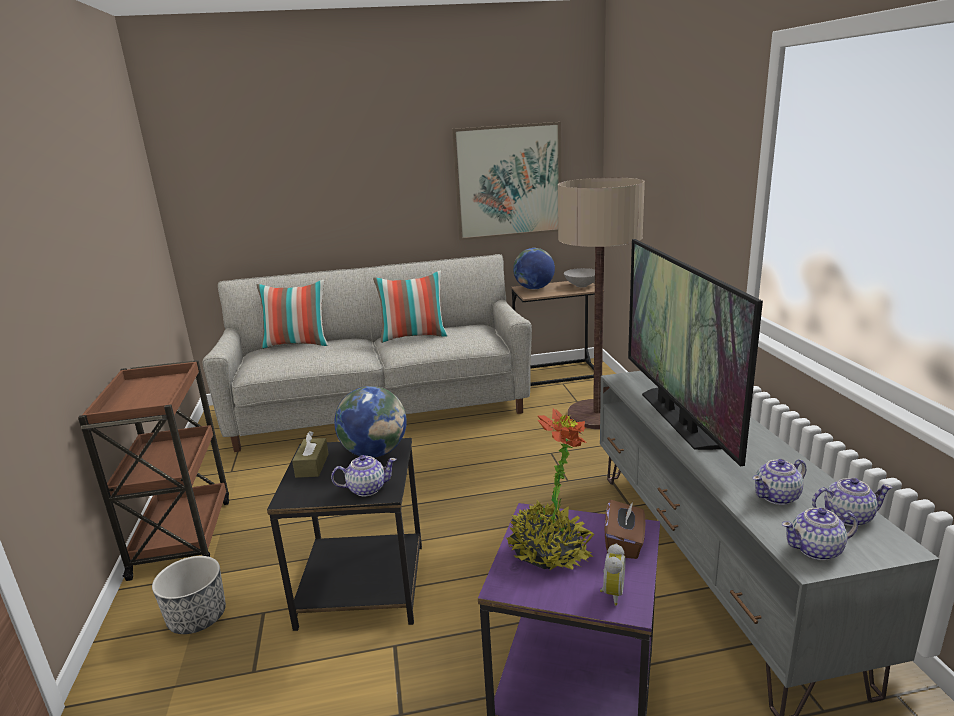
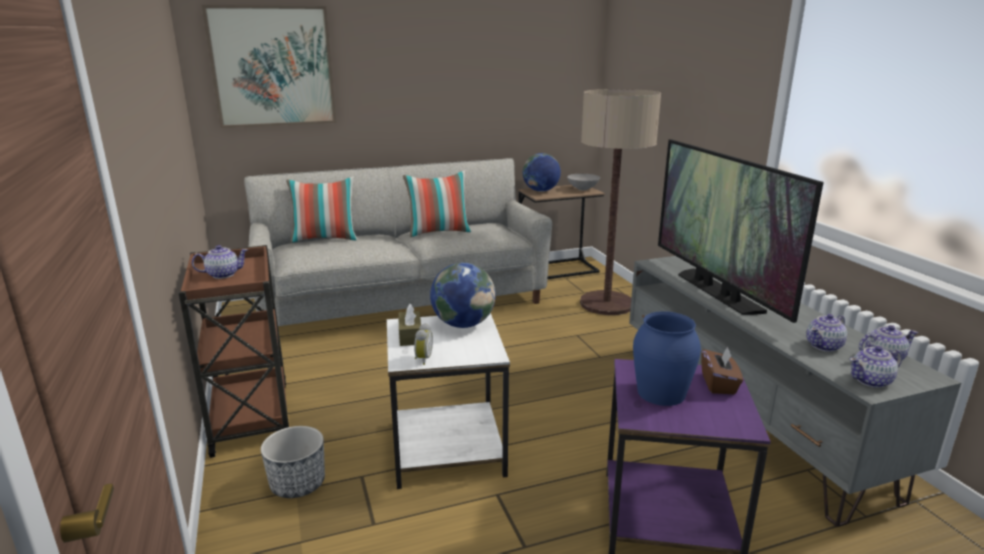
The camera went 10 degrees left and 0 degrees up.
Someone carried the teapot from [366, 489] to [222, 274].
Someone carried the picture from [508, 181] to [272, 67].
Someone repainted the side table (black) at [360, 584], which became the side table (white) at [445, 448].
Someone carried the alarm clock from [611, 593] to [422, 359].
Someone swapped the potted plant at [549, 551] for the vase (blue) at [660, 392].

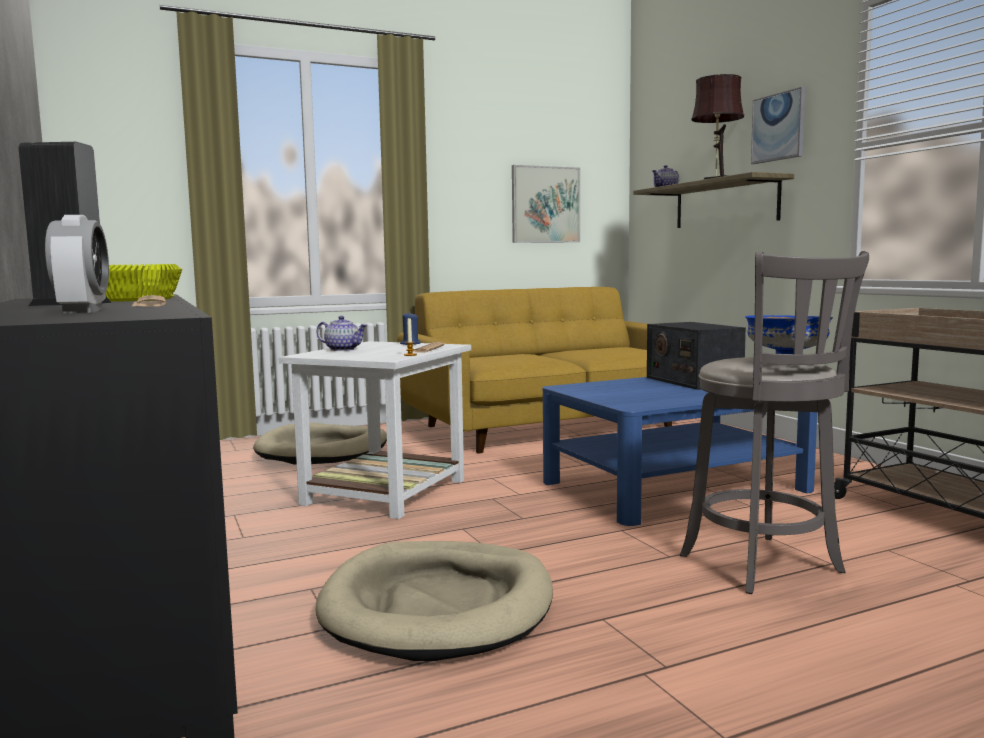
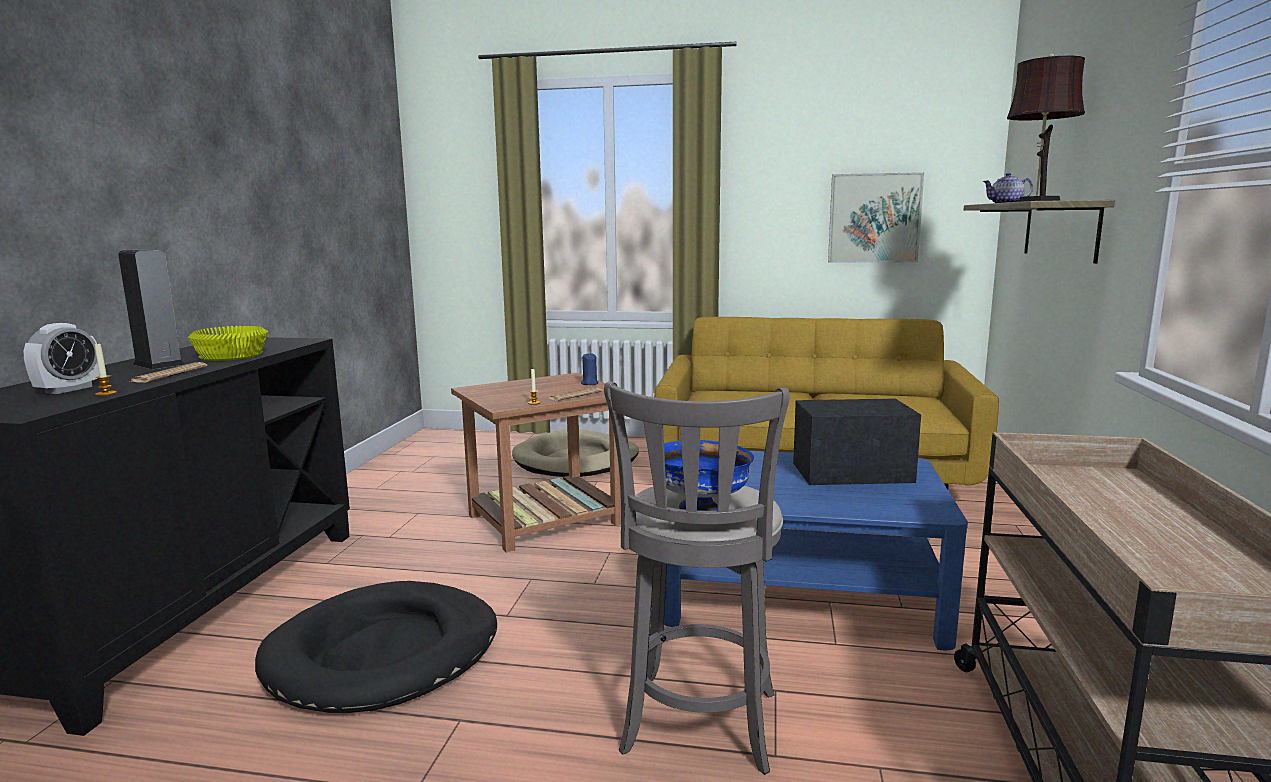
The camera went 35 degrees right and 5 degrees up.
Someone put down the candle at [106, 394].
Someone repainted the dog bed (beige) at [438, 606], which became the dog bed (black) at [384, 653].
Someone repainted the side table (white) at [386, 491], which became the side table (brown) at [546, 519].
Someone rotated the radio at [692, 381] by 75 degrees clockwise.
Someone took away the teapot at [343, 349].
Someone took away the picture at [778, 127].

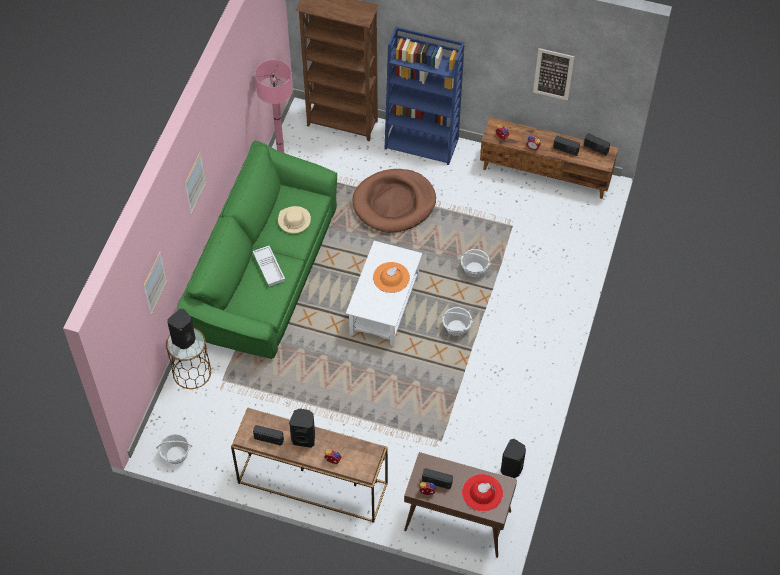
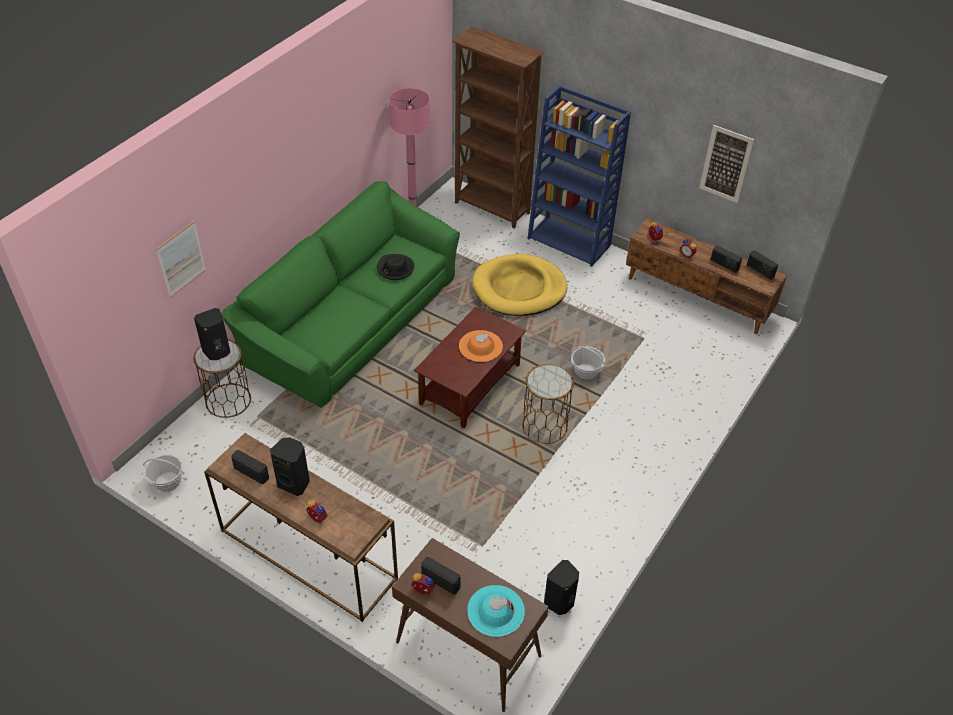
The camera went 15 degrees right and 10 degrees down.
Someone repainted the hat (beige) at [294, 221], which became the hat (black) at [395, 269].
Someone repainted the coffee table (white) at [384, 305], which became the coffee table (brown) at [470, 384].
Someone repainted the hat (red) at [482, 492], which became the hat (turquoise) at [495, 611].
Someone repainted the dog bed (brown) at [394, 203], which became the dog bed (yellow) at [519, 288].
Someone swapped the basket at [456, 328] for the side table (brown) at [545, 426].
Someone took away the picture at [195, 183].
Someone took away the tray (white) at [269, 268].

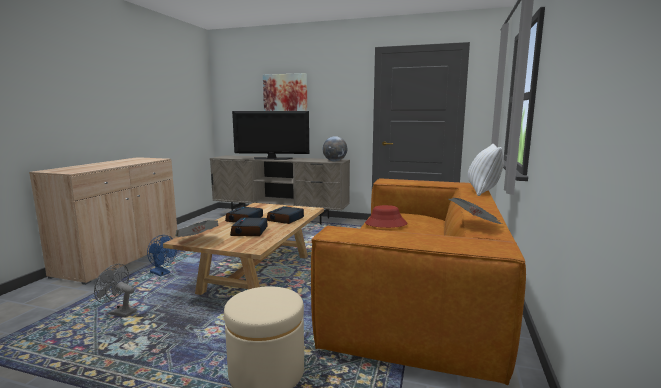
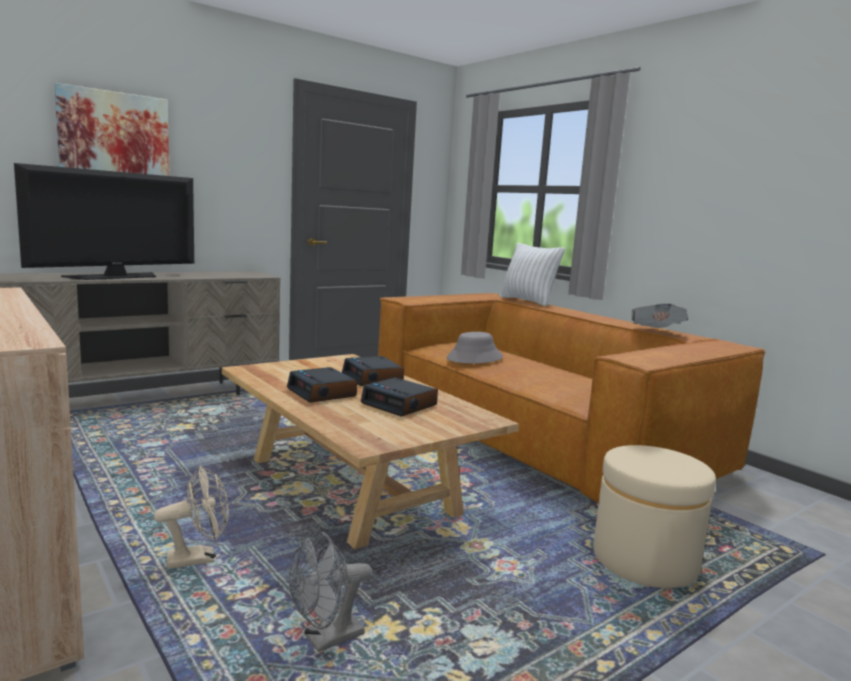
The camera went 55 degrees left and 0 degrees up.
Someone repainted the fan (blue) at [162, 273], which became the fan (beige) at [199, 558].
Someone repainted the hat (red) at [385, 224], which became the hat (grey) at [474, 358].
Someone took away the newspaper at [197, 240].
Someone took away the globe at [334, 161].

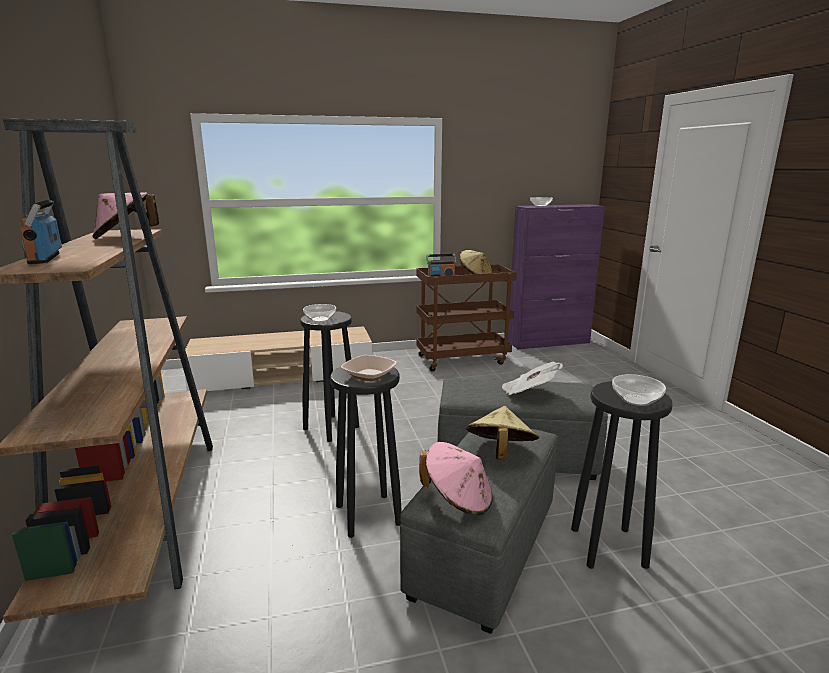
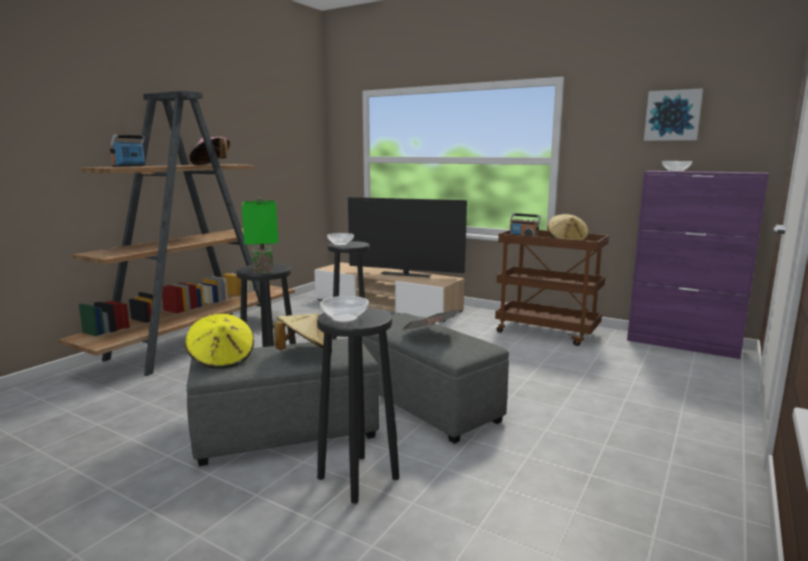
The camera went 45 degrees right and 5 degrees down.
Someone repainted the hat (pink) at [458, 499], which became the hat (yellow) at [222, 359].
Someone swapped the bowl at [369, 375] for the table lamp (green) at [261, 269].
Someone put down the television at [405, 274].
Someone put up the picture at [672, 115].

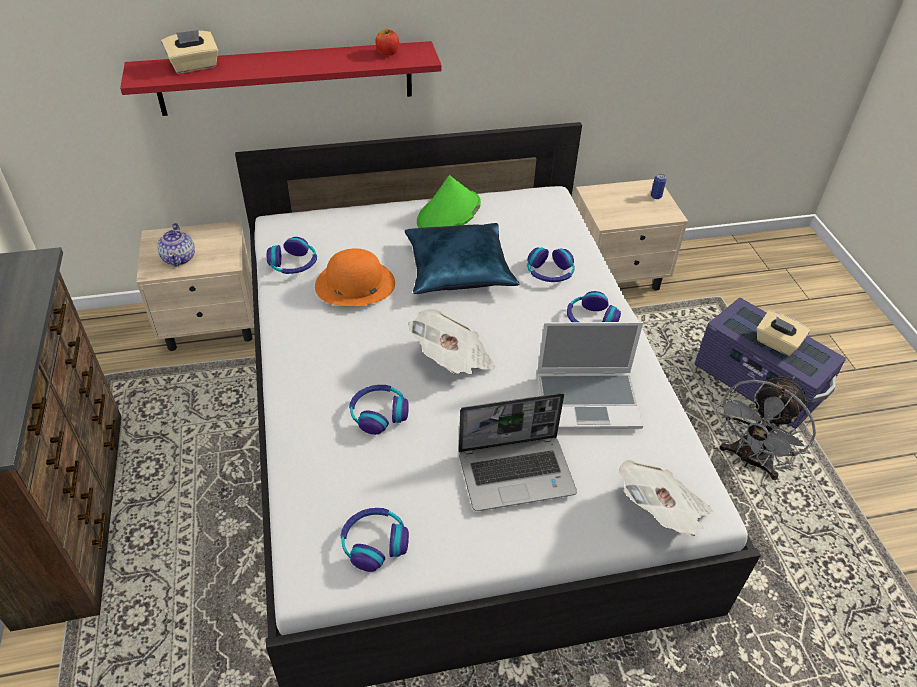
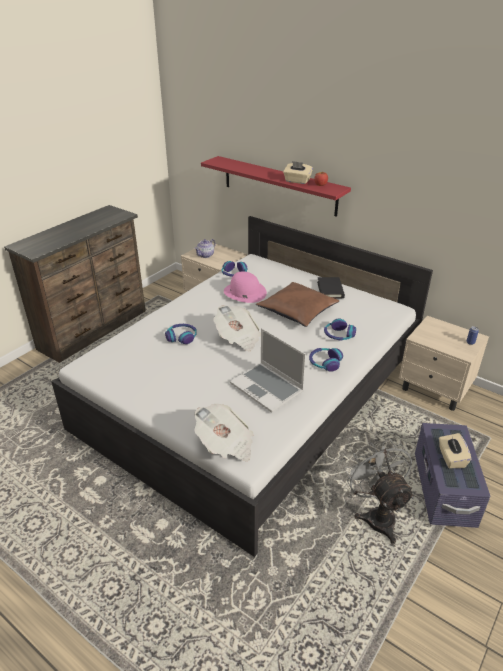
The camera went 50 degrees right and 10 degrees down.
Someone repainted the hat (orange) at [354, 284], which became the hat (pink) at [244, 292].
Someone repainted the pillow (blue) at [459, 269], which became the pillow (brown) at [298, 311].
Someone carried the tissue box (beige) from [194, 66] to [297, 181].
Someone swapped the hat (green) at [448, 214] for the book (black) at [330, 290].
Someone rotated the fan (grey) at [749, 460] by 75 degrees clockwise.
Someone took away the headphones at [374, 543].
Someone took away the laptop at [517, 473].

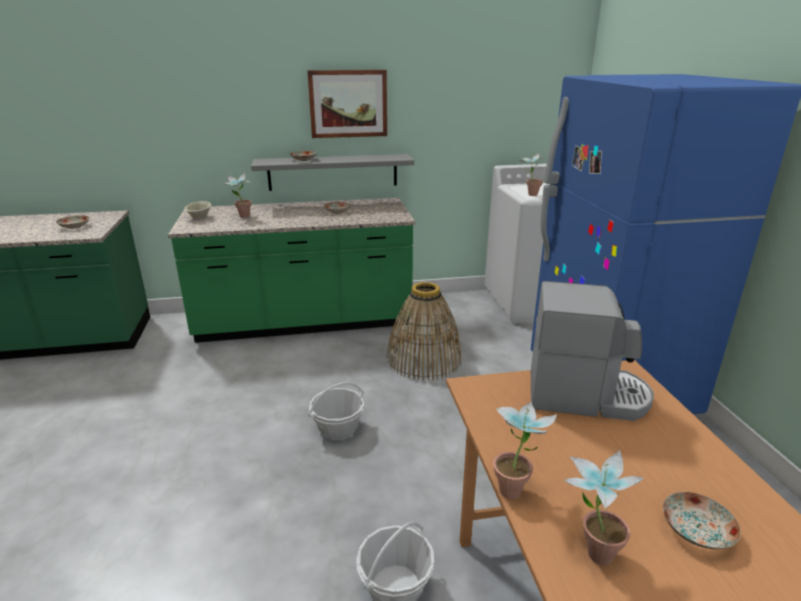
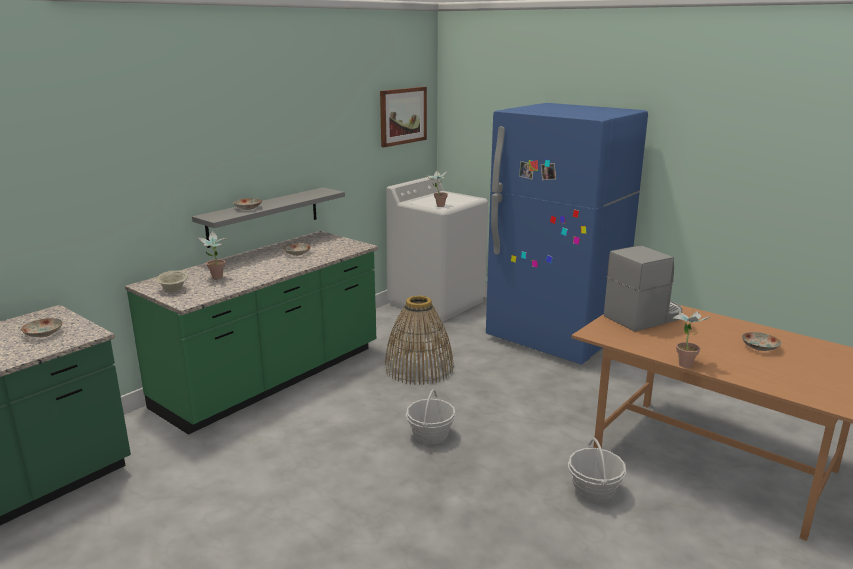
The camera went 40 degrees left and 5 degrees down.
Someone carried the picture from [348, 104] to [403, 116].
Someone took away the potted plant at [590, 550].

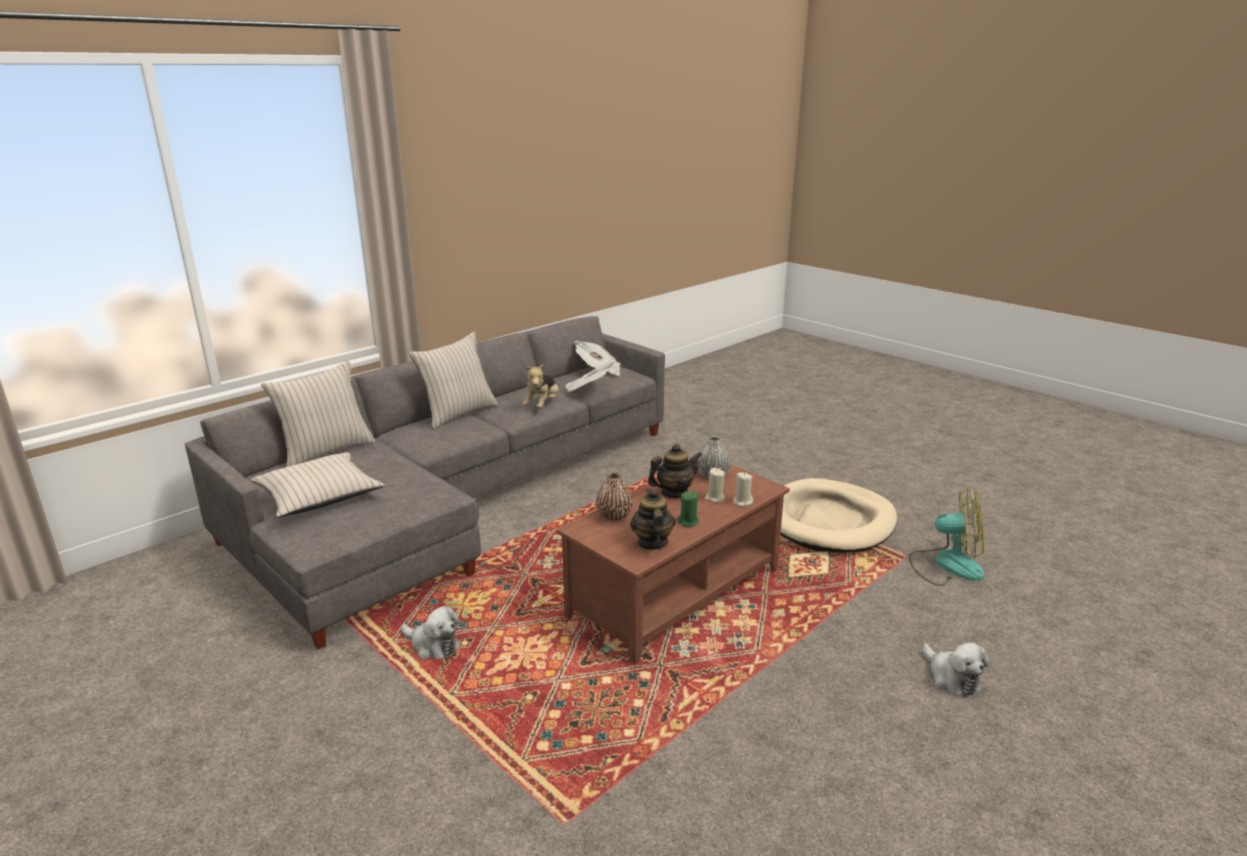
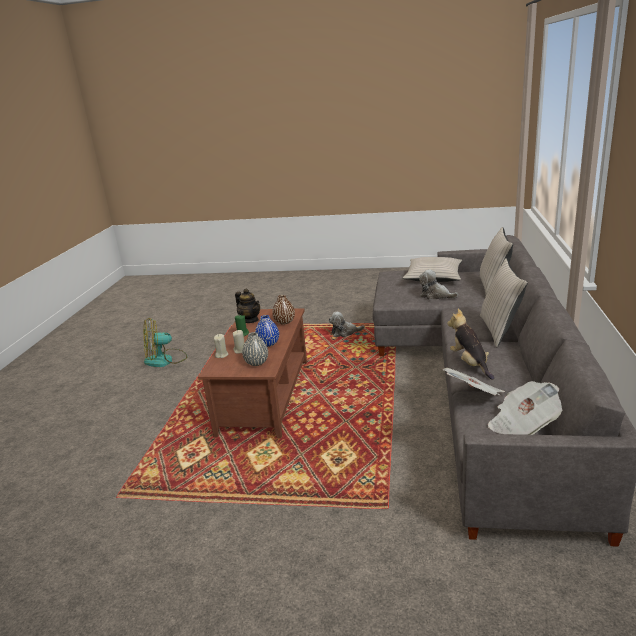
The camera went 145 degrees right and 0 degrees up.
Someone carried the fan from [946, 565] to [165, 360].
Someone swapped the teapot at [674, 493] for the vase (blue) at [268, 344].
Someone carried the plush toy from [951, 677] to [435, 295].
Someone took away the dog bed (beige) at [829, 521].

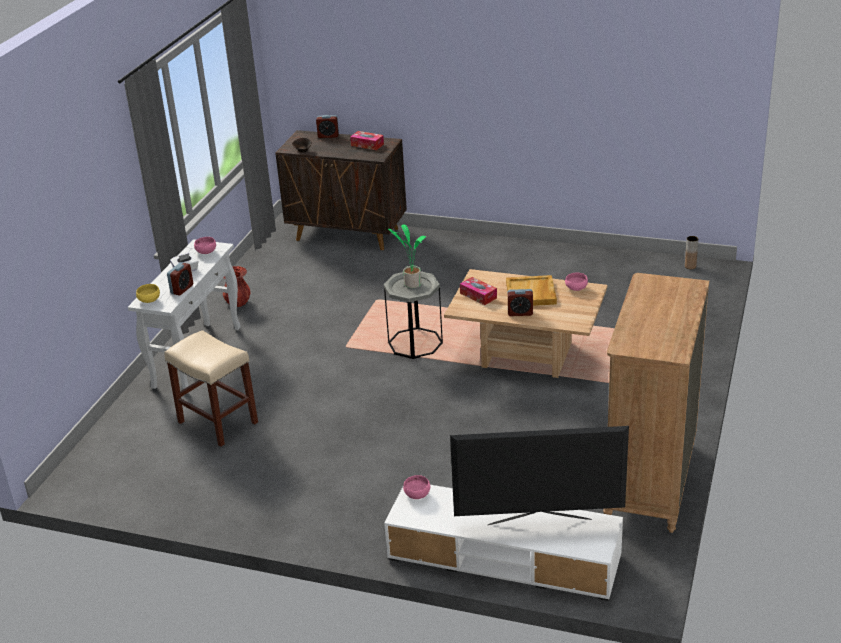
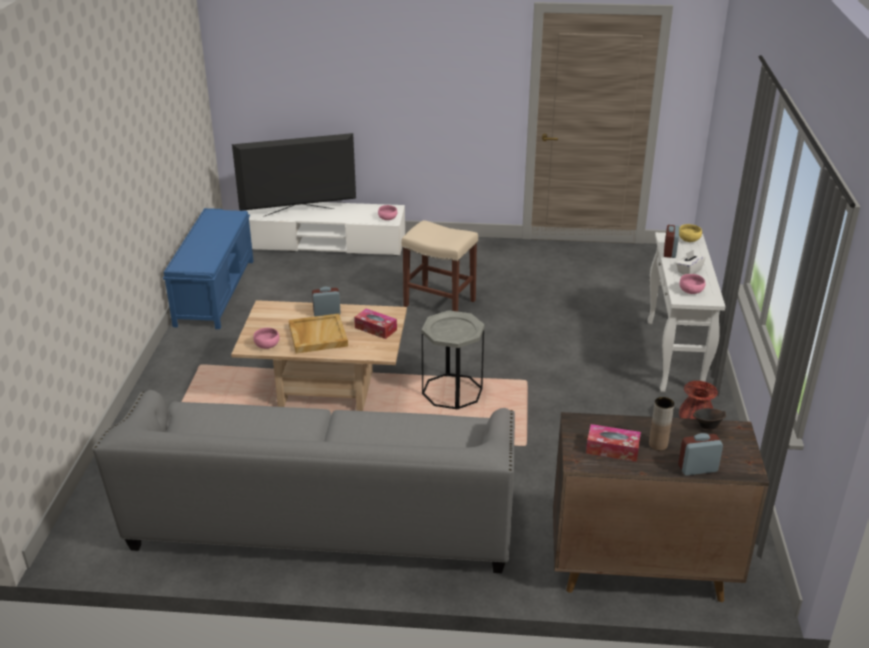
The camera went 165 degrees right and 0 degrees up.
Someone put down the sofa (grey) at [323, 520].
Someone swapped the dresser (brown) at [651, 482] for the bench (blue) at [215, 291].
Someone carried the stool (beige) from [217, 422] to [440, 303].
Someone carried the vase (brown) from [690, 266] to [658, 445].
Someone took away the potted plant at [411, 284].

